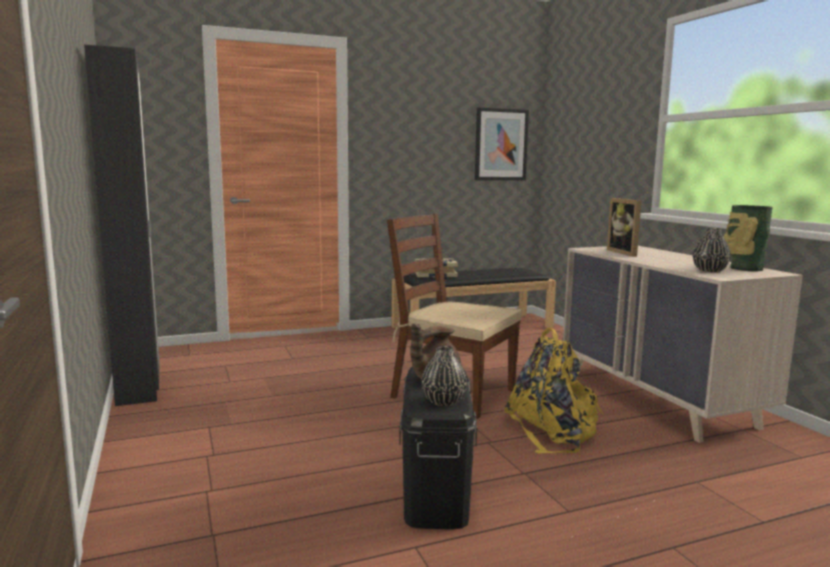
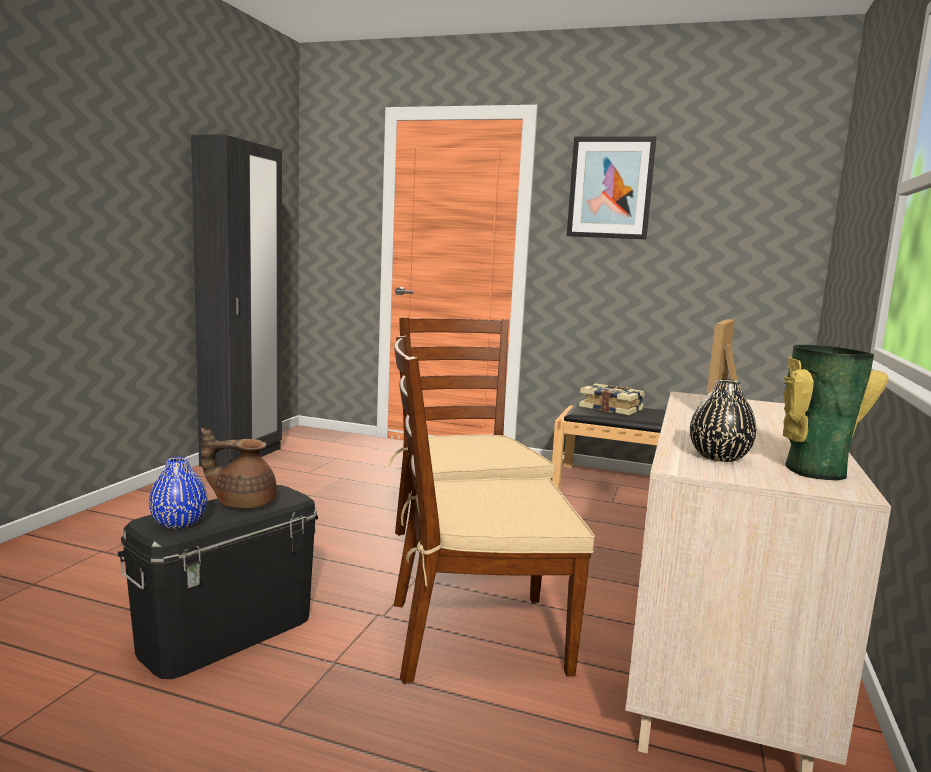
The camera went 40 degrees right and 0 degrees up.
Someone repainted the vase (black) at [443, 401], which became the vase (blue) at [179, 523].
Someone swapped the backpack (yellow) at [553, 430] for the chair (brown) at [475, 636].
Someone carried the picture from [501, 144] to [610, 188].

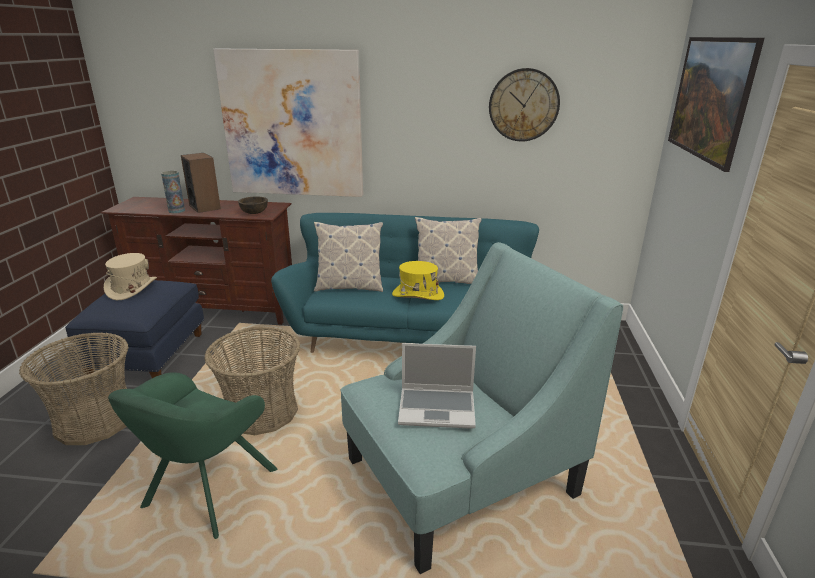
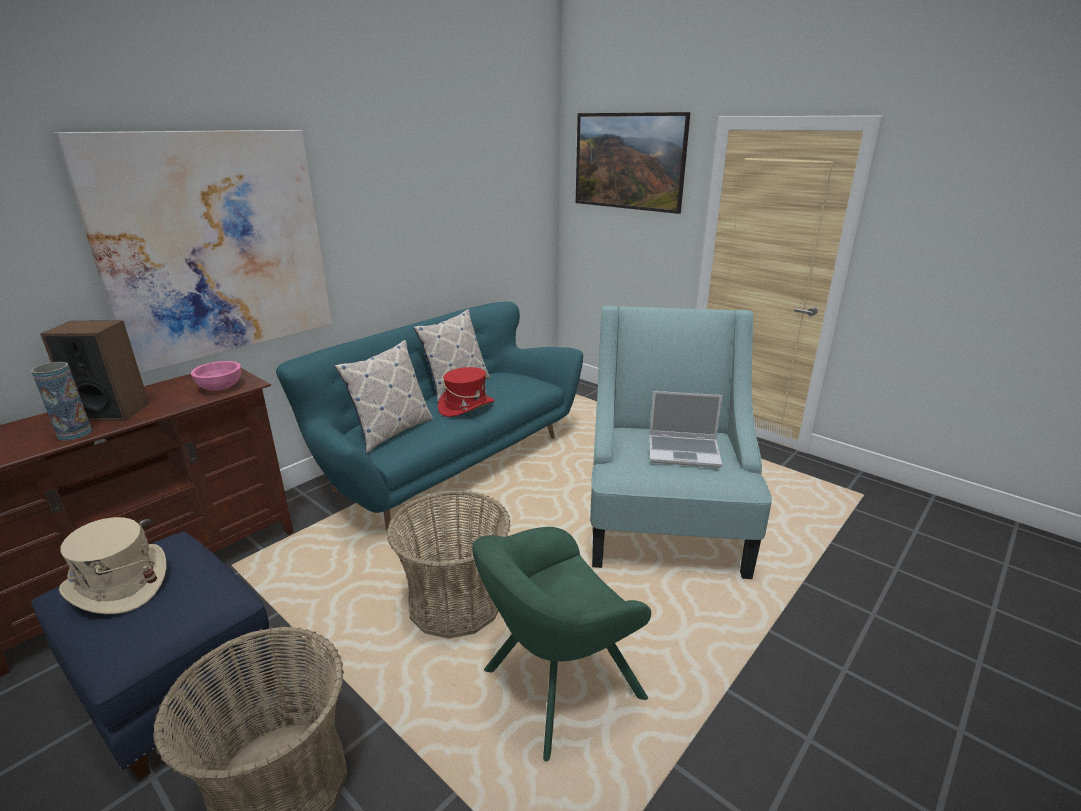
The camera went 55 degrees left and 0 degrees up.
Someone repainted the bowl (brown) at [254, 213], which became the bowl (pink) at [220, 388].
Someone repainted the hat (yellow) at [418, 295], which became the hat (red) at [466, 406].
Someone rotated the armchair (green) at [206, 493] by 90 degrees clockwise.
Someone rotated the laptop at [438, 408] by 60 degrees clockwise.
Someone took away the wall clock at [523, 105].

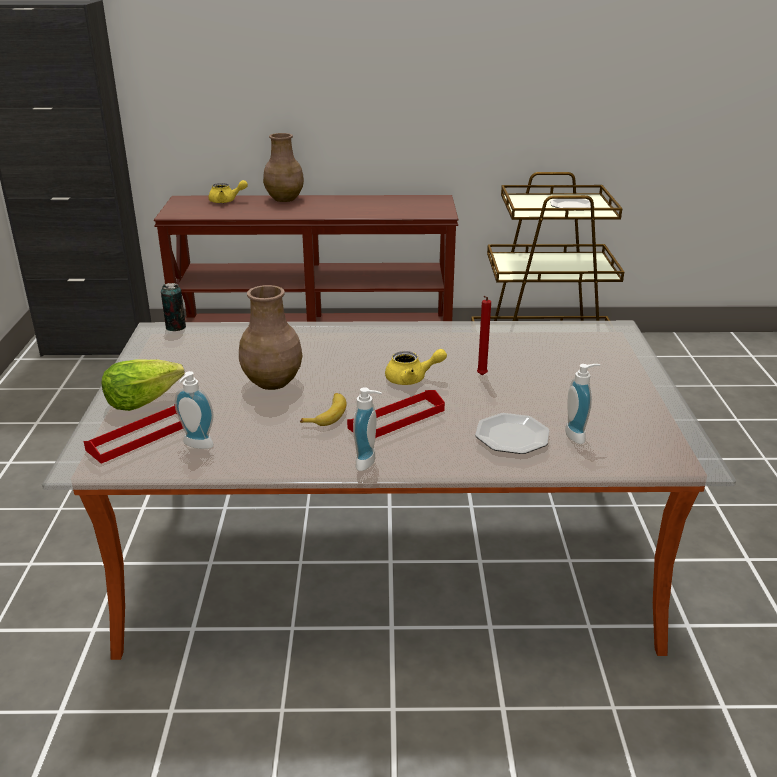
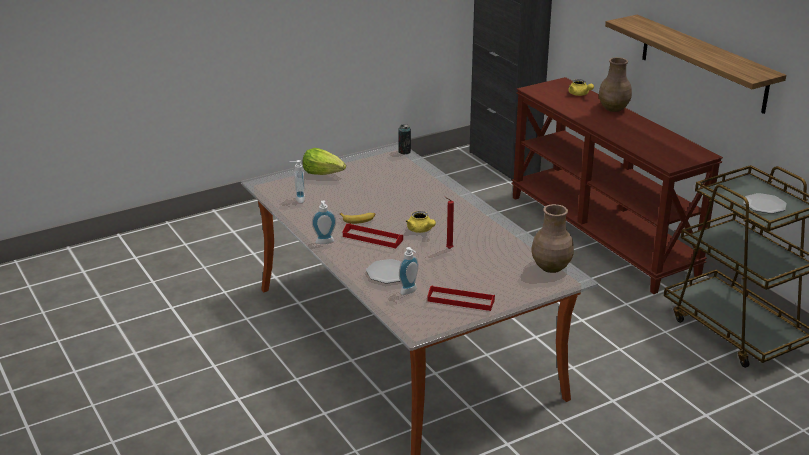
The camera went 60 degrees right and 0 degrees up.
Someone carried the tray (red) from [140, 437] to [461, 300].
Someone carried the vase (brown) from [272, 382] to [550, 267].
Someone put up the shelf at [703, 63].

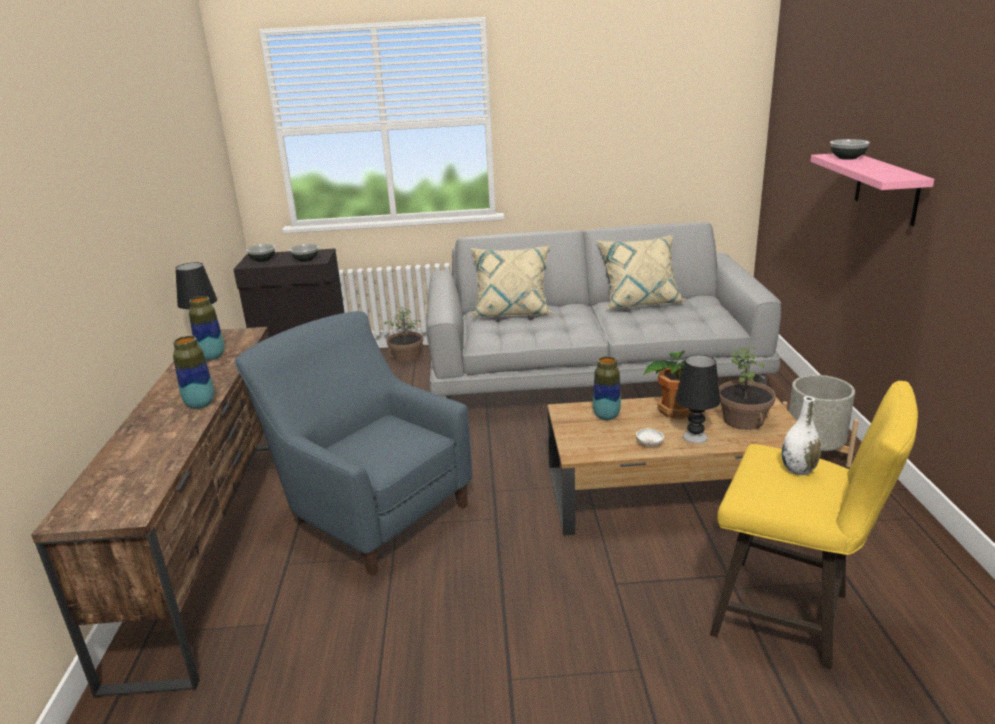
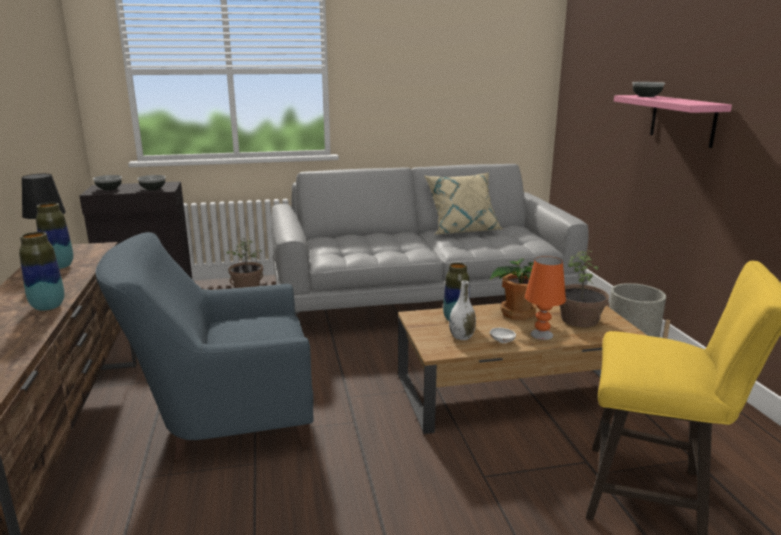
The camera went 10 degrees left and 5 degrees down.
Someone rotated the armchair (blue) at [368, 510] by 45 degrees counterclockwise.
Someone carried the vase (white) from [798, 470] to [461, 337].
Someone repainted the table lamp (black) at [695, 437], which became the table lamp (orange) at [541, 335].
Someone took away the pillow (beige) at [512, 312].

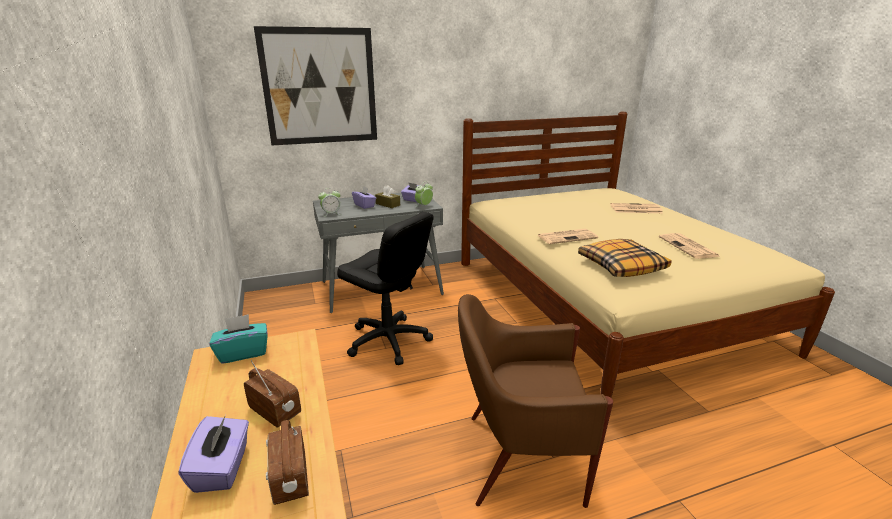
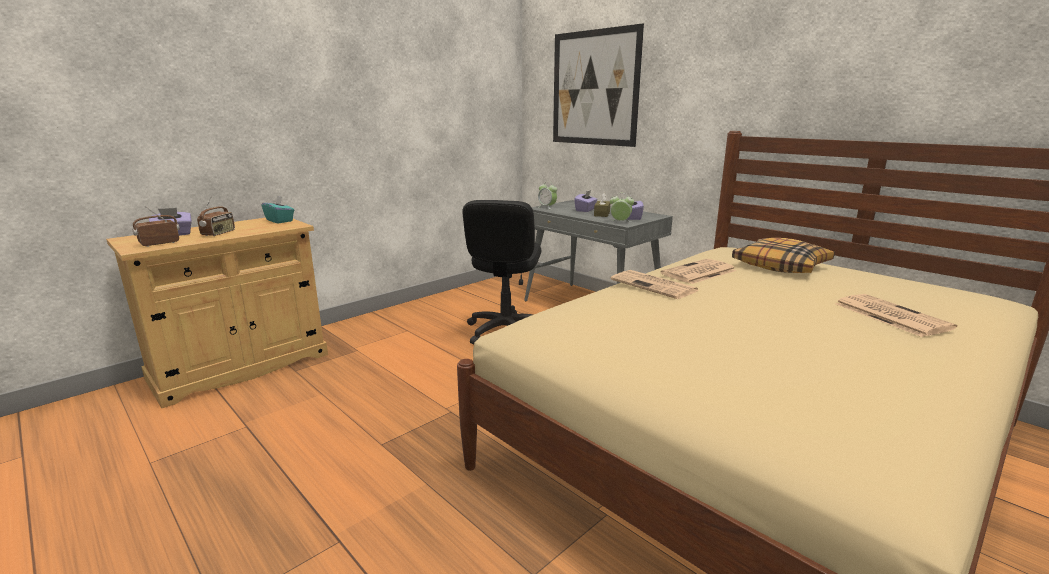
The camera went 65 degrees right and 5 degrees down.
Someone carried the newspaper from [689, 247] to [698, 272].
Someone carried the pillow from [621, 266] to [781, 266].
Someone took away the armchair (brown) at [519, 457].

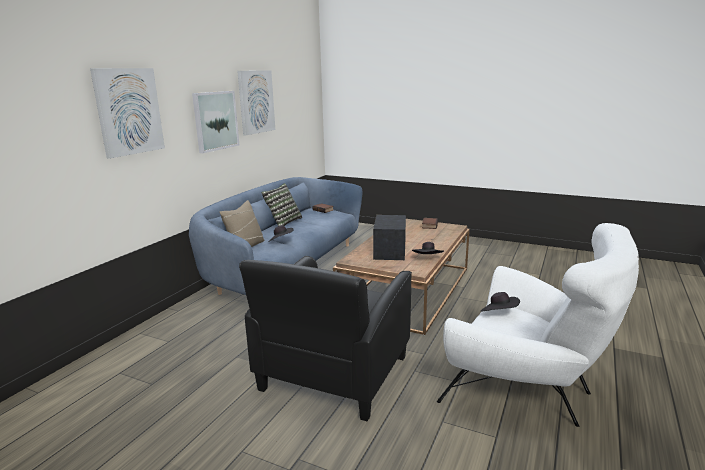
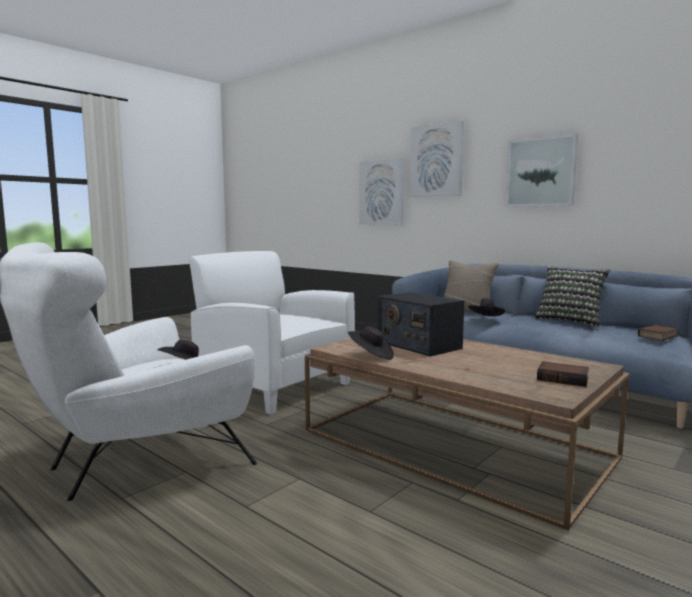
The camera went 105 degrees right and 10 degrees down.
Someone repainted the armchair (black) at [333, 374], which became the armchair (white) at [274, 386].
Someone carried the picture from [256, 102] to [382, 193].
Someone rotated the radio at [389, 251] by 150 degrees counterclockwise.

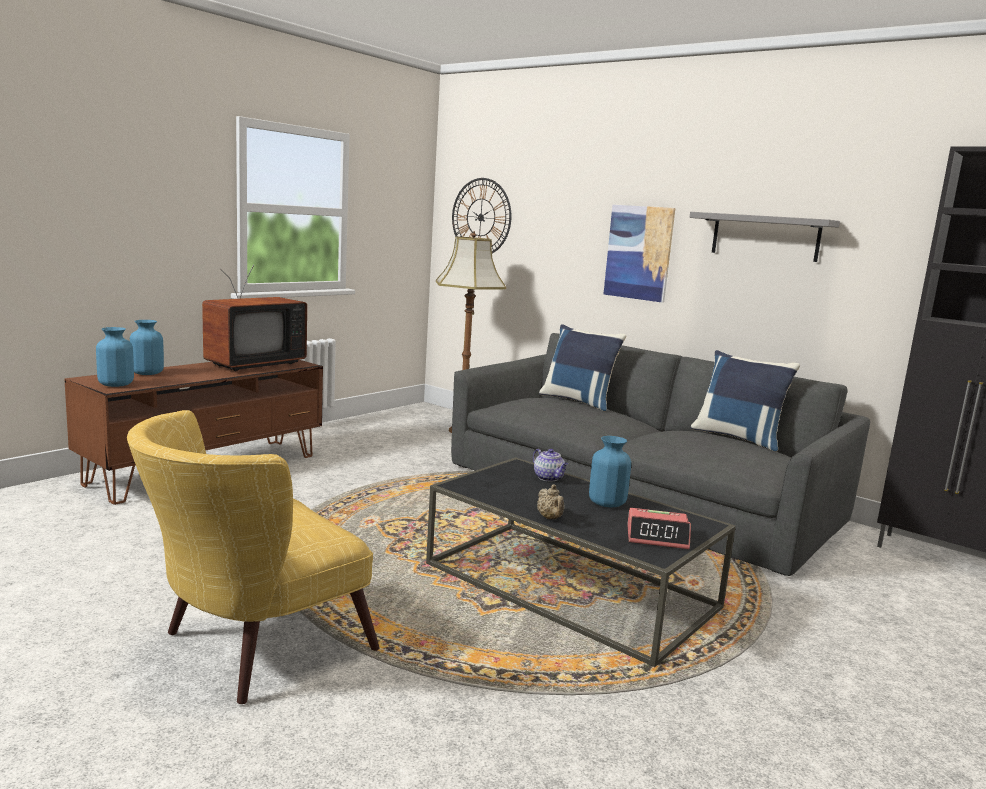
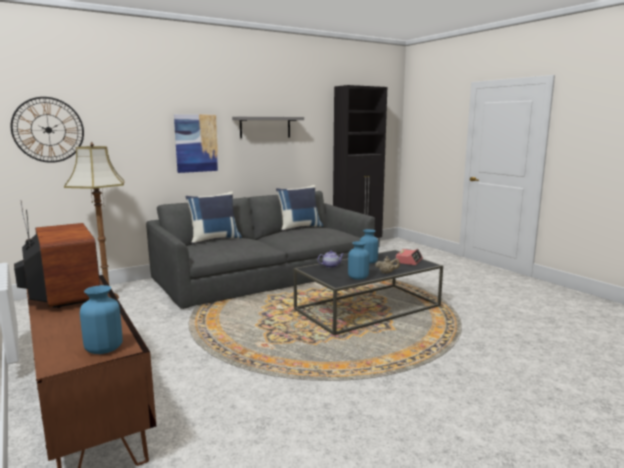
The camera went 70 degrees left and 0 degrees up.
Someone carried the vase (blue) from [147, 373] to [358, 277].
Someone took away the armchair (yellow) at [250, 648].

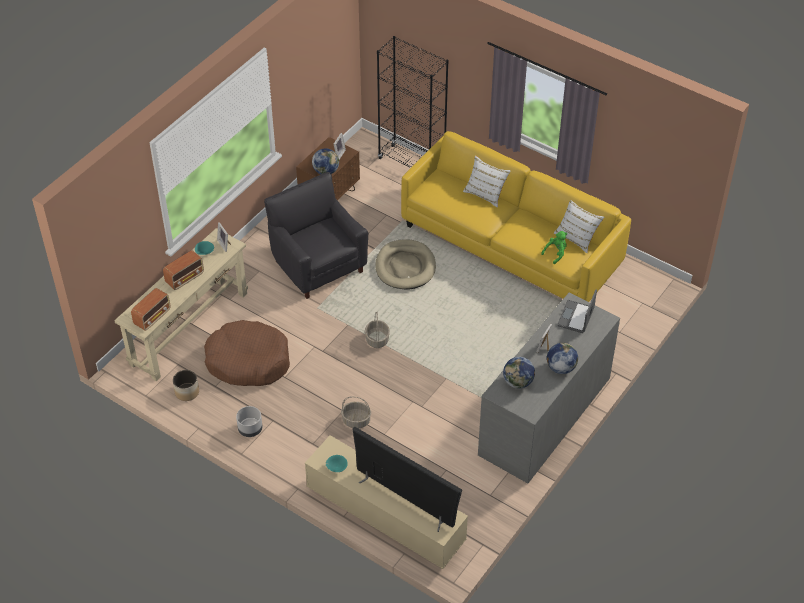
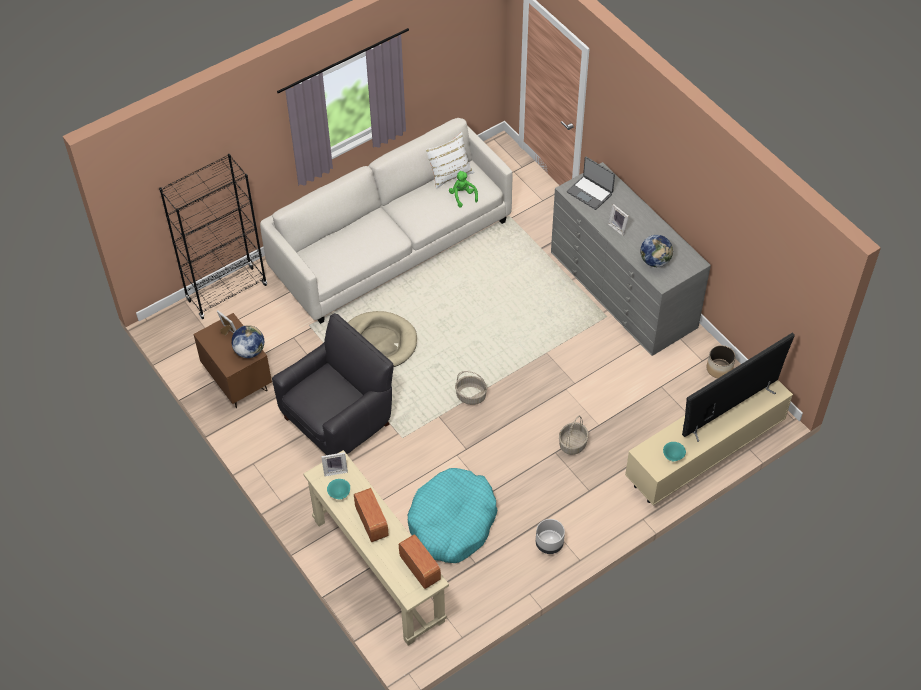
The camera went 70 degrees left and 5 degrees up.
Someone repainted the sofa (yellow) at [511, 245], which became the sofa (white) at [391, 245].
Someone rotated the armchair (black) at [318, 265] by 150 degrees clockwise.
Someone repainted the dog bed (brown) at [248, 361], which became the dog bed (turquoise) at [452, 522].
Someone carried the planter from [186, 392] to [719, 369].
Someone took away the pillow (white) at [485, 193].
Someone took away the globe at [560, 368].

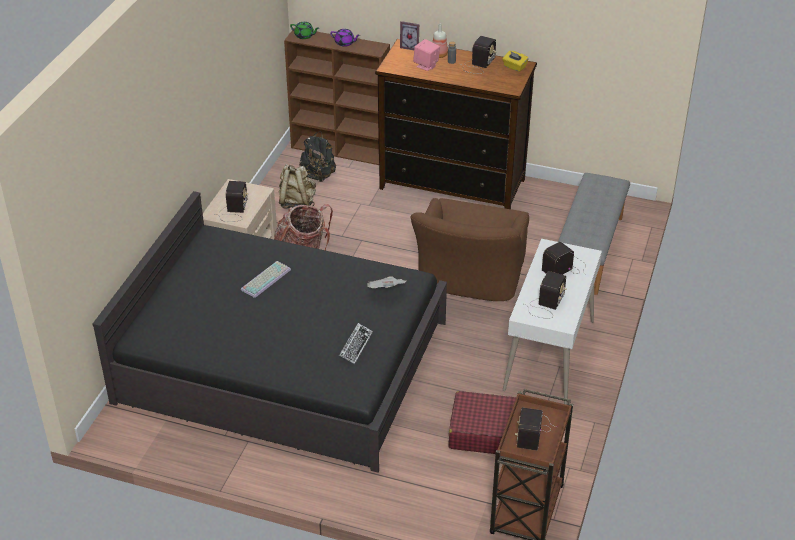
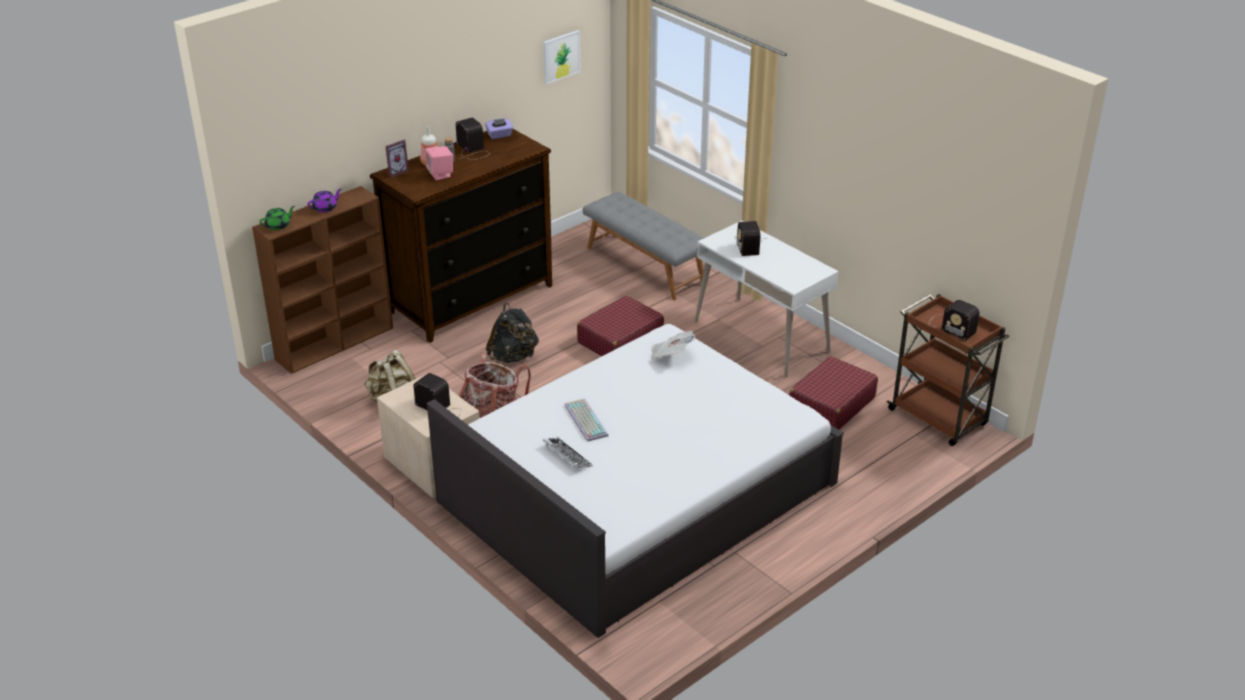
The camera went 60 degrees left and 5 degrees down.
Someone repainted the bed (black) at [282, 362], which became the bed (white) at [637, 492].
Someone repainted the tissue box (yellow) at [514, 67], which became the tissue box (purple) at [499, 135].
Someone carried the backpack (black) from [318, 175] to [513, 357].
Someone carried the keyboard from [355, 346] to [567, 456].
Someone put up the picture at [561, 56].
Someone swapped the armchair (brown) at [470, 278] for the suitcase (red) at [620, 339].
Someone took away the radio at [546, 304].

